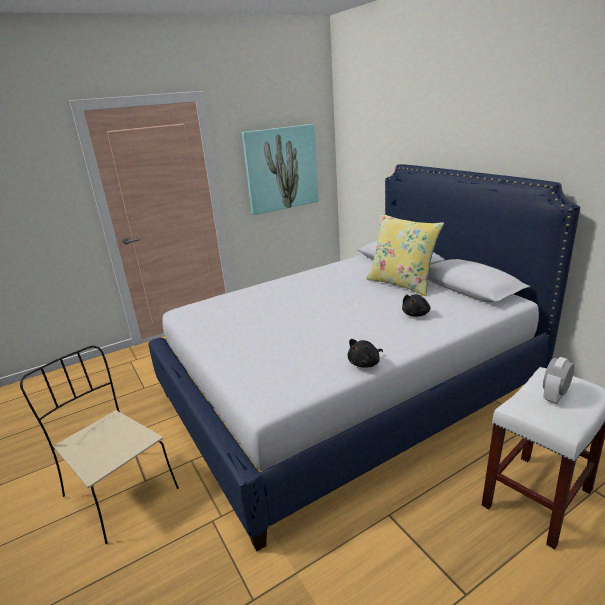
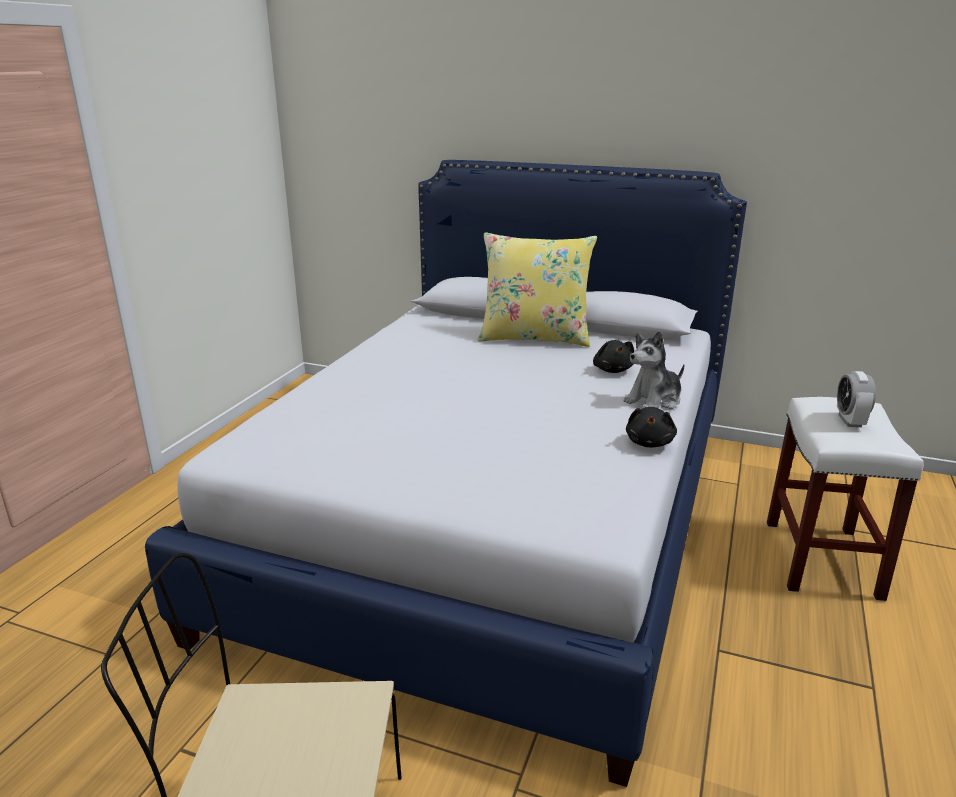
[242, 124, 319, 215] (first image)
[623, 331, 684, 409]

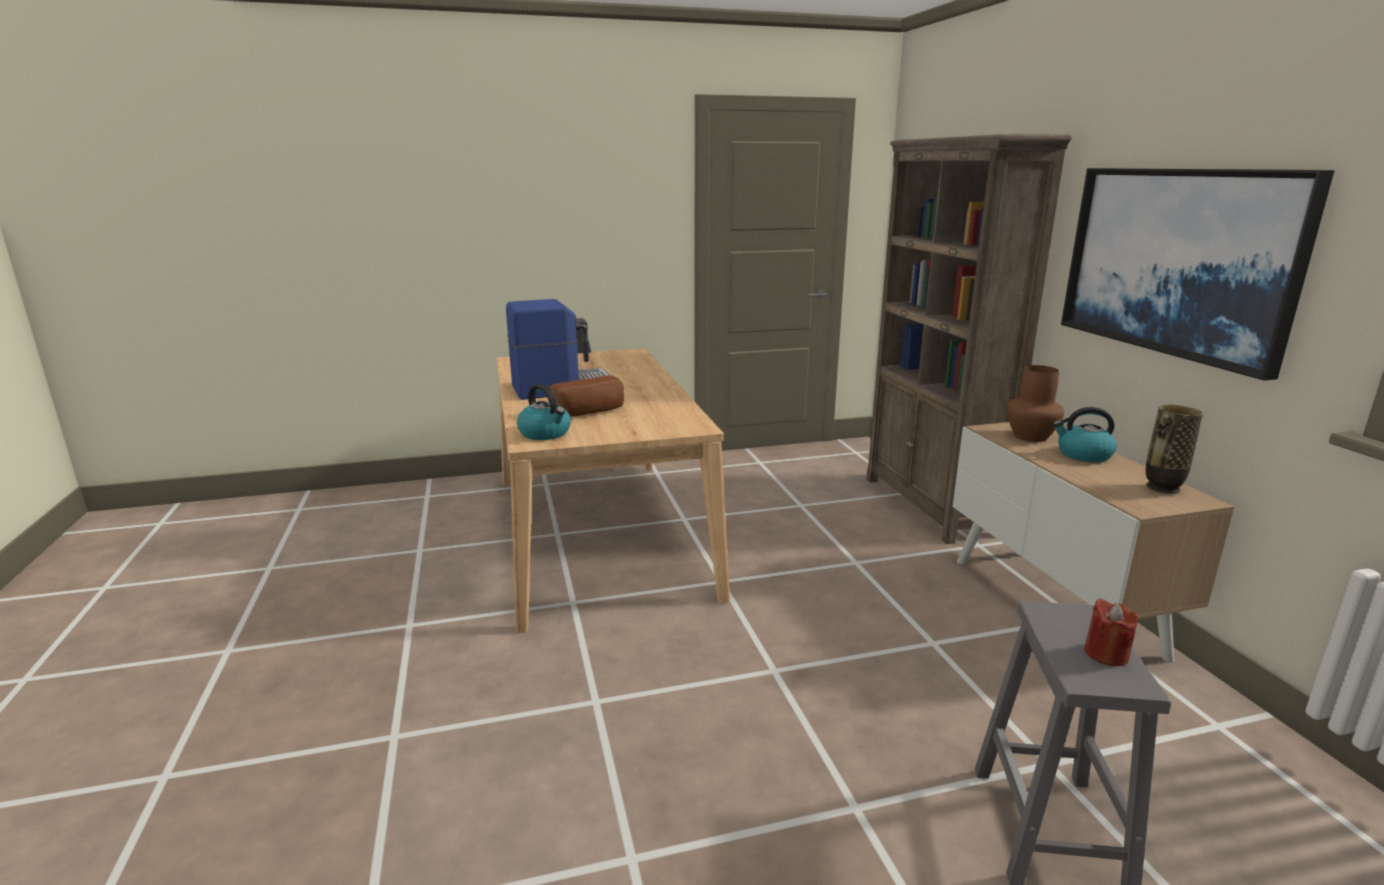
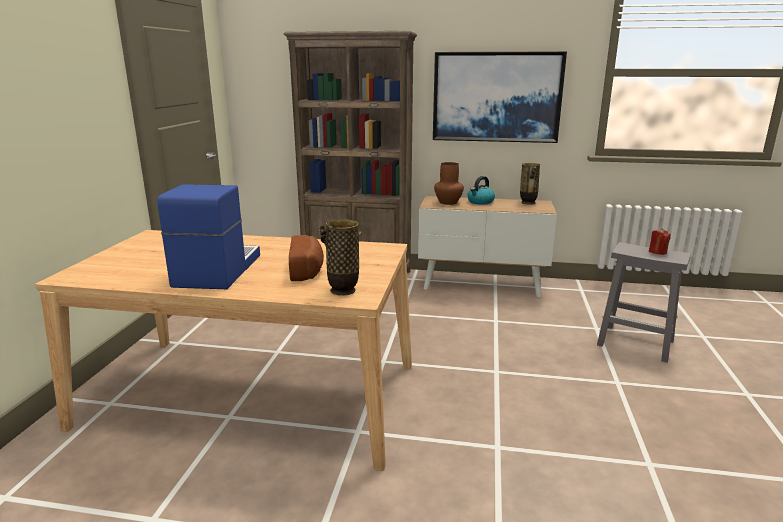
[319, 219, 362, 296]

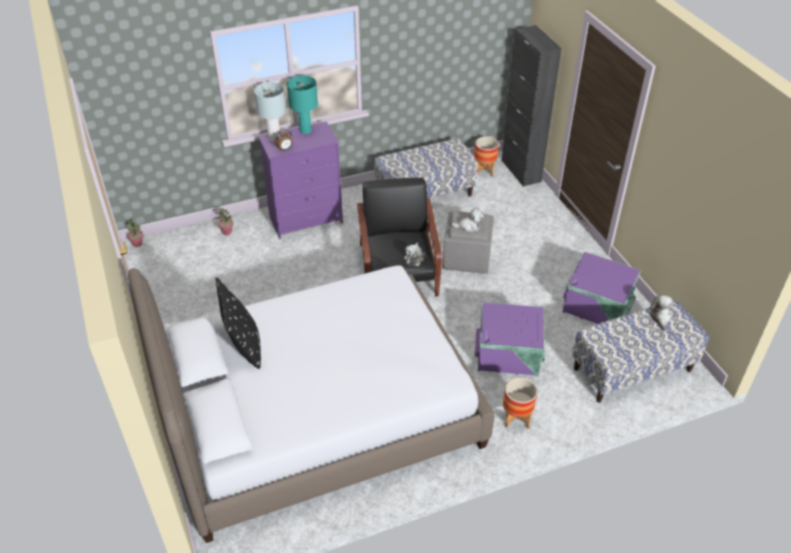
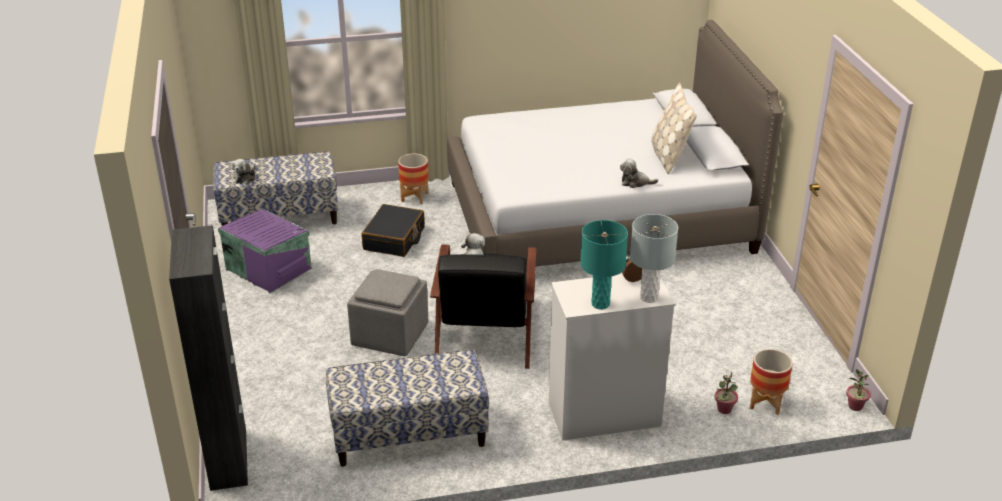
[620, 158, 658, 188]
[750, 349, 793, 415]
[362, 204, 425, 257]
[651, 83, 697, 174]
[549, 274, 675, 441]

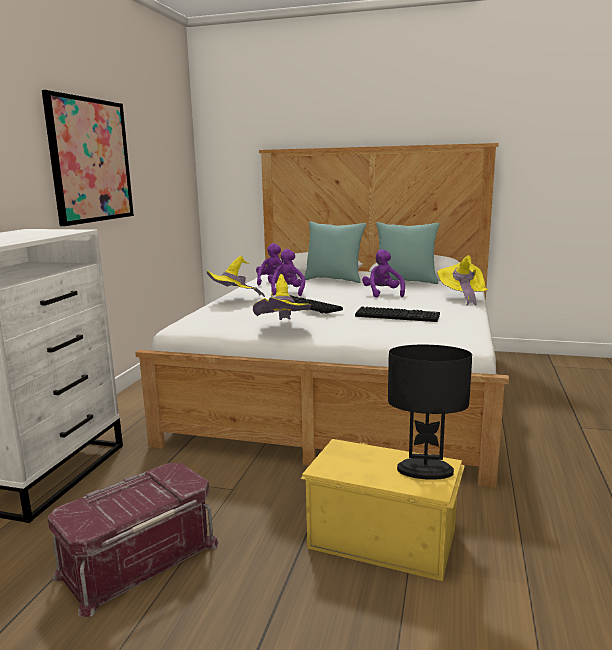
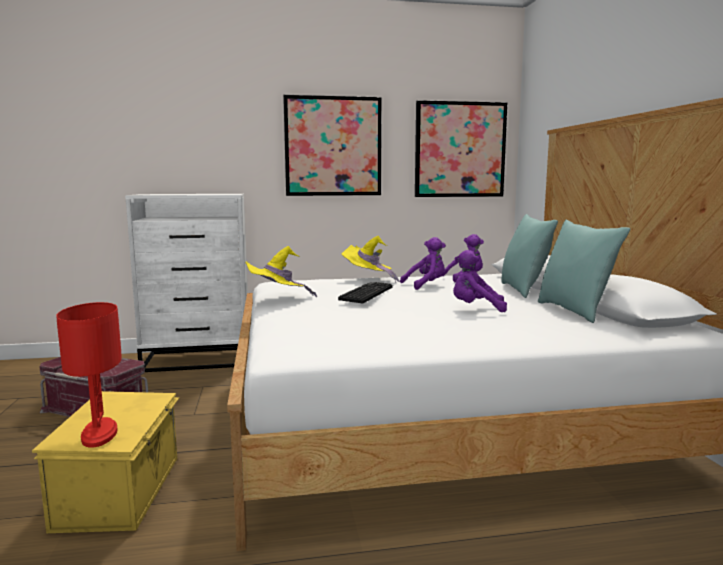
[355, 307, 440, 322] (first image)
[437, 255, 488, 306] (first image)
[415, 100, 508, 197]
[56, 302, 122, 448]
[453, 250, 507, 312]

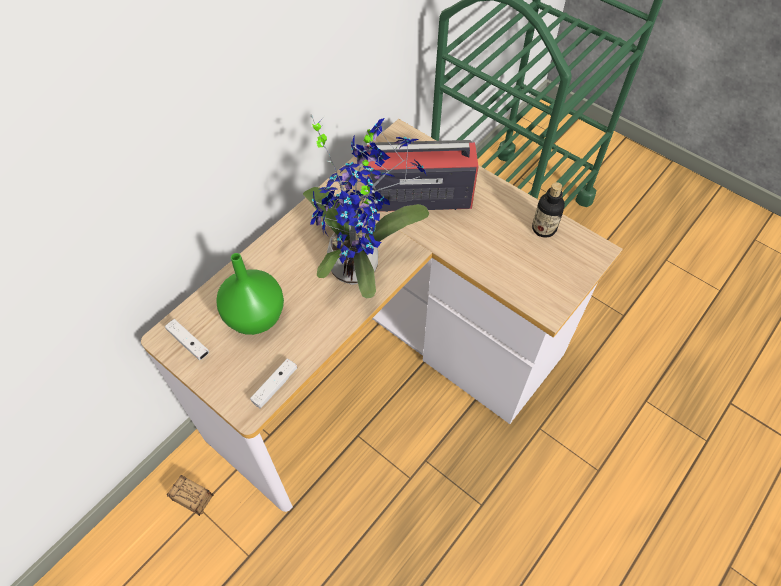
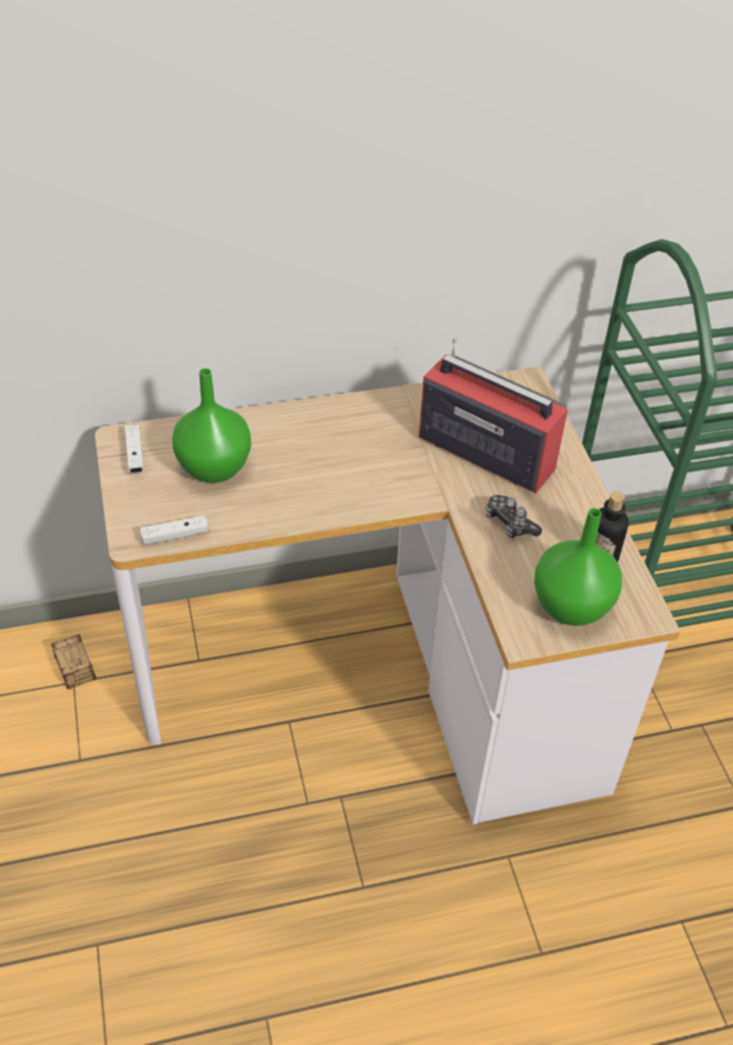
[303, 114, 429, 298] (first image)
[486, 495, 542, 538]
[534, 508, 622, 626]

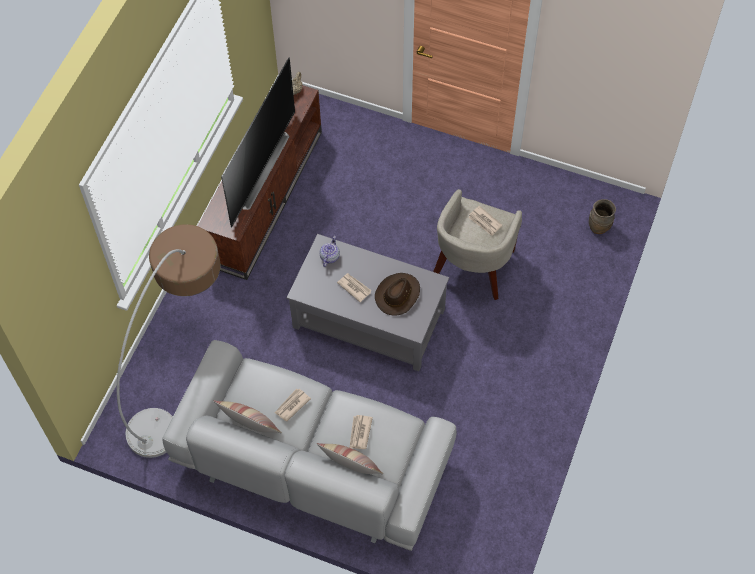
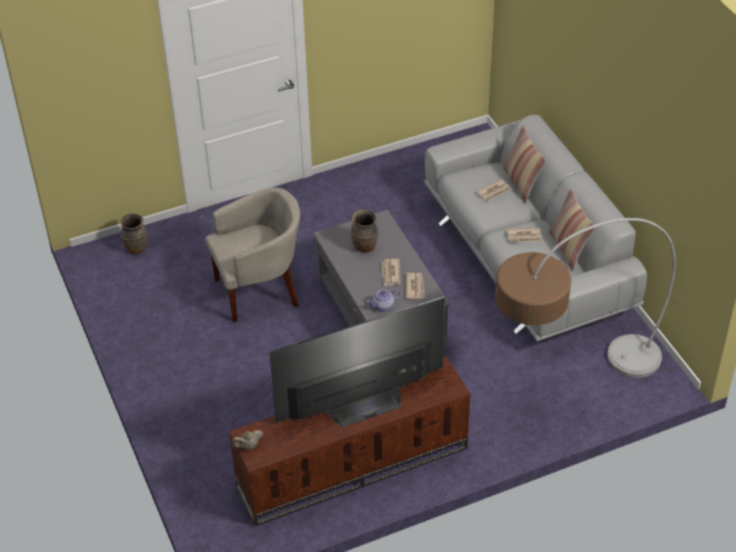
[406, 273, 425, 299]
[351, 210, 378, 253]

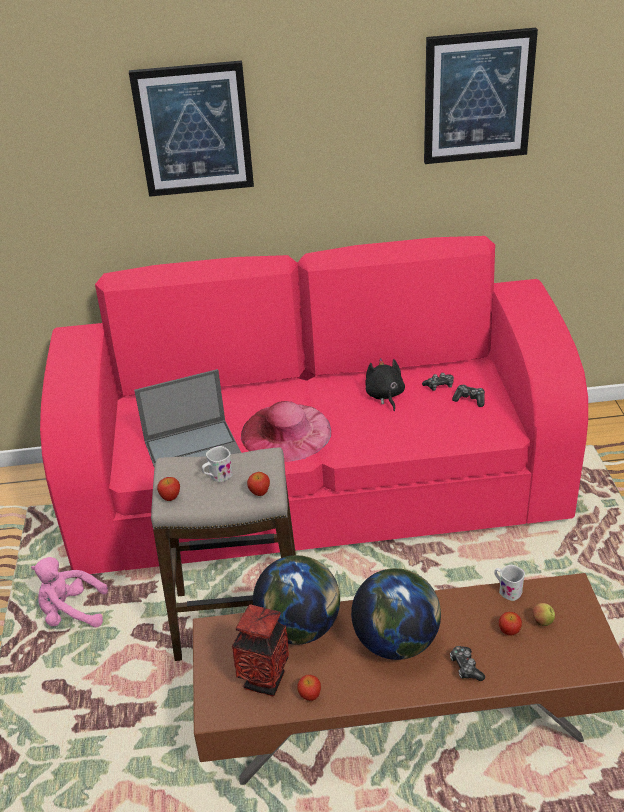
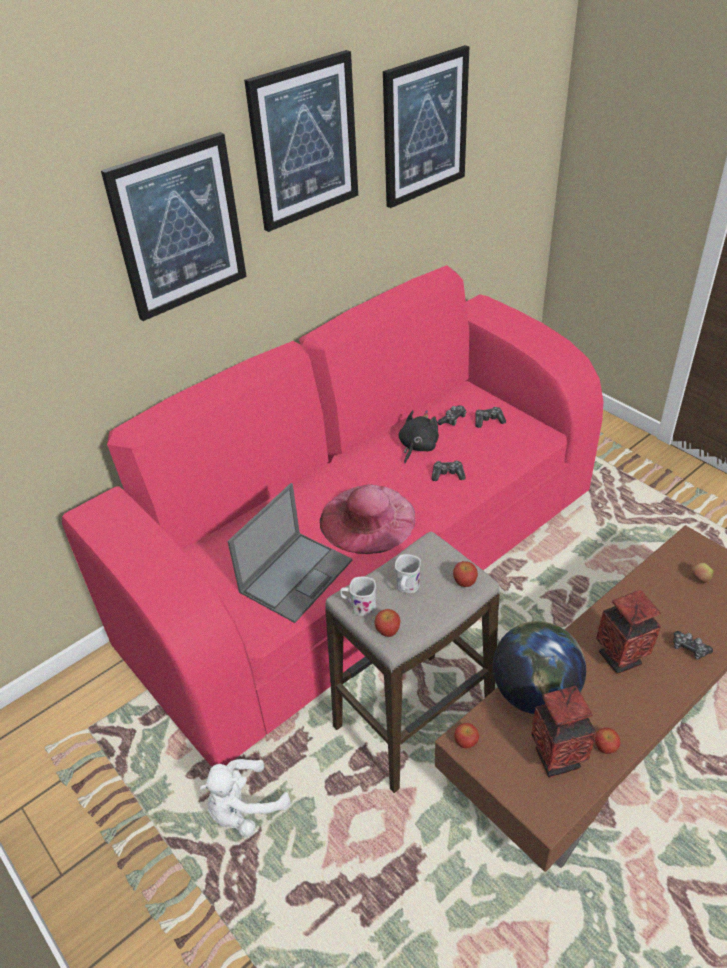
[244, 50, 358, 232]
[432, 460, 466, 481]
[340, 577, 376, 616]
[454, 723, 479, 748]
[596, 590, 661, 674]
[200, 759, 290, 837]
[399, 410, 439, 463]

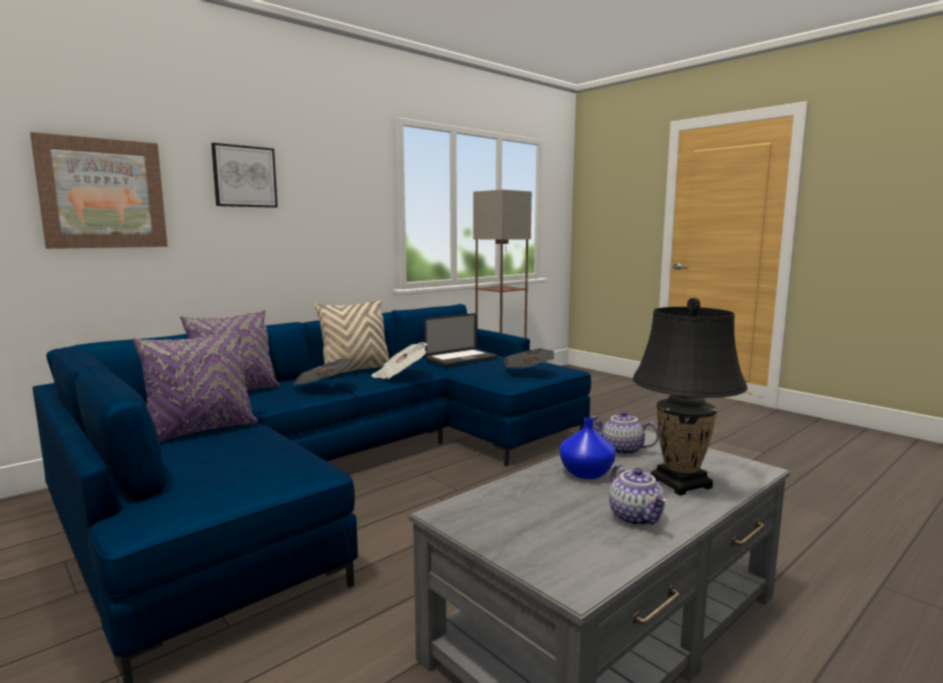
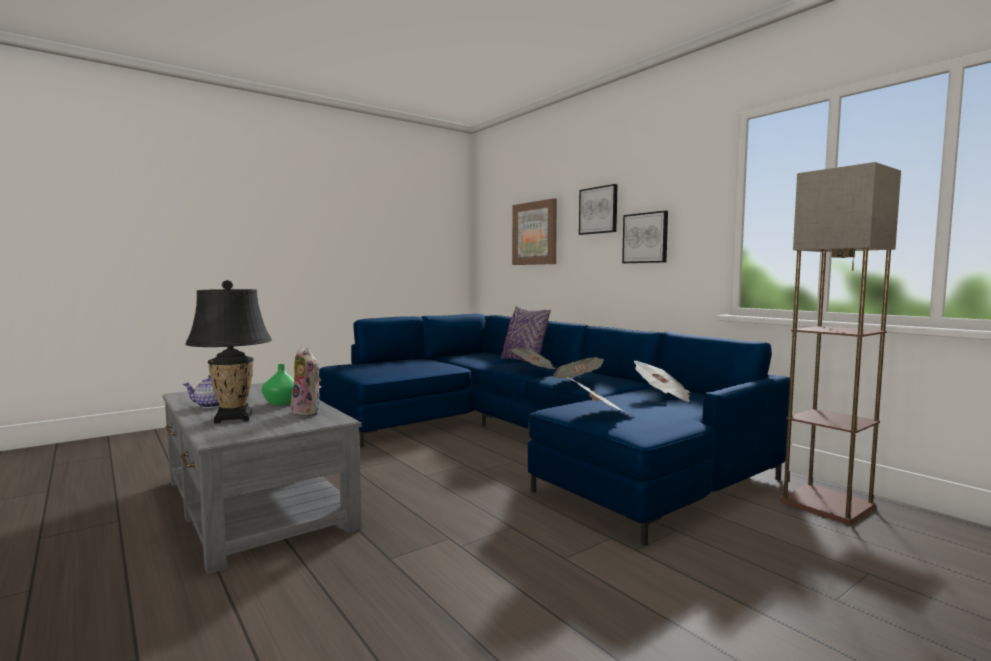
[133, 329, 258, 442] (first image)
[314, 300, 390, 377] (first image)
[622, 211, 668, 263]
[634, 361, 690, 402]
[291, 347, 321, 417]
[262, 364, 294, 405]

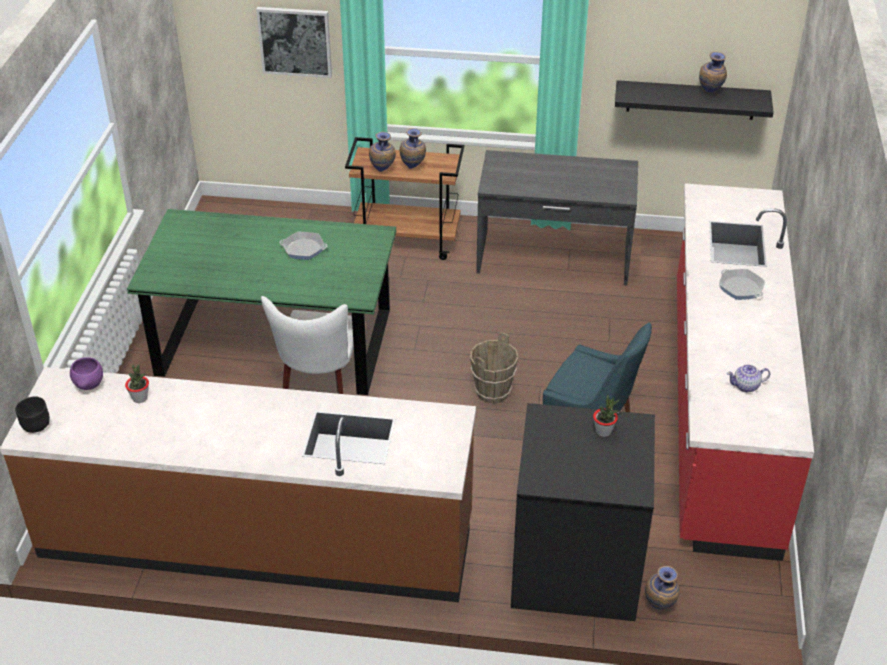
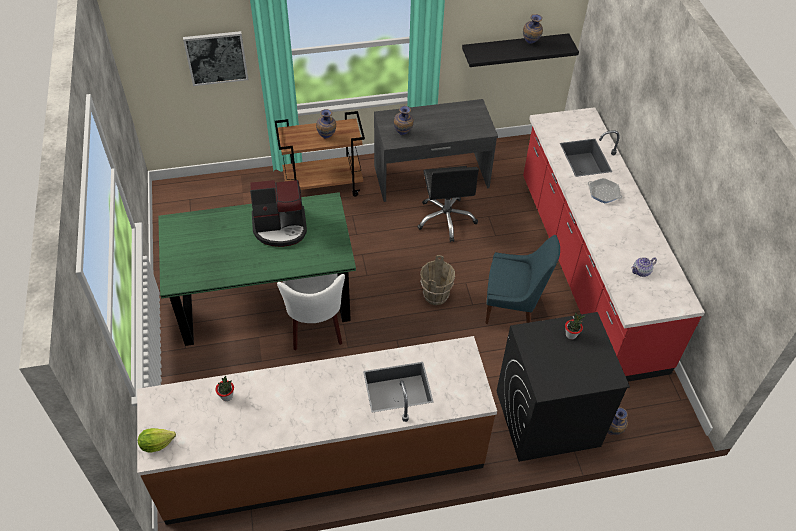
[70, 357, 103, 390] (first image)
[417, 166, 479, 242]
[393, 106, 414, 135]
[138, 428, 176, 452]
[250, 180, 307, 247]

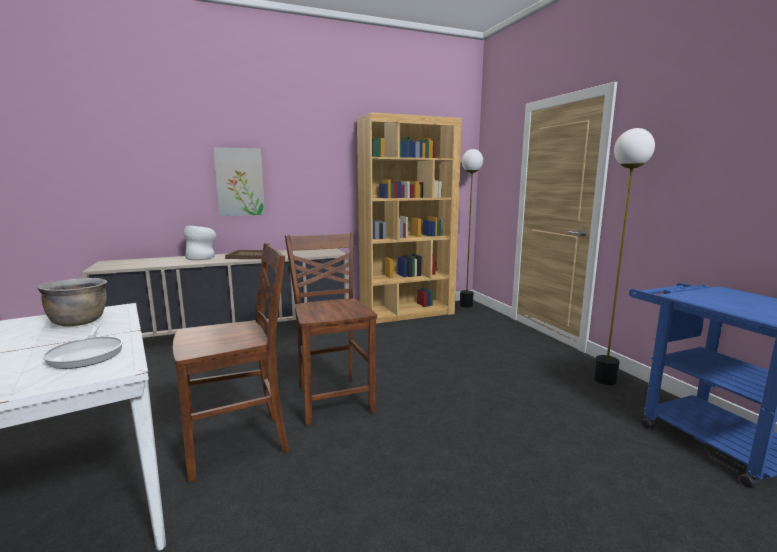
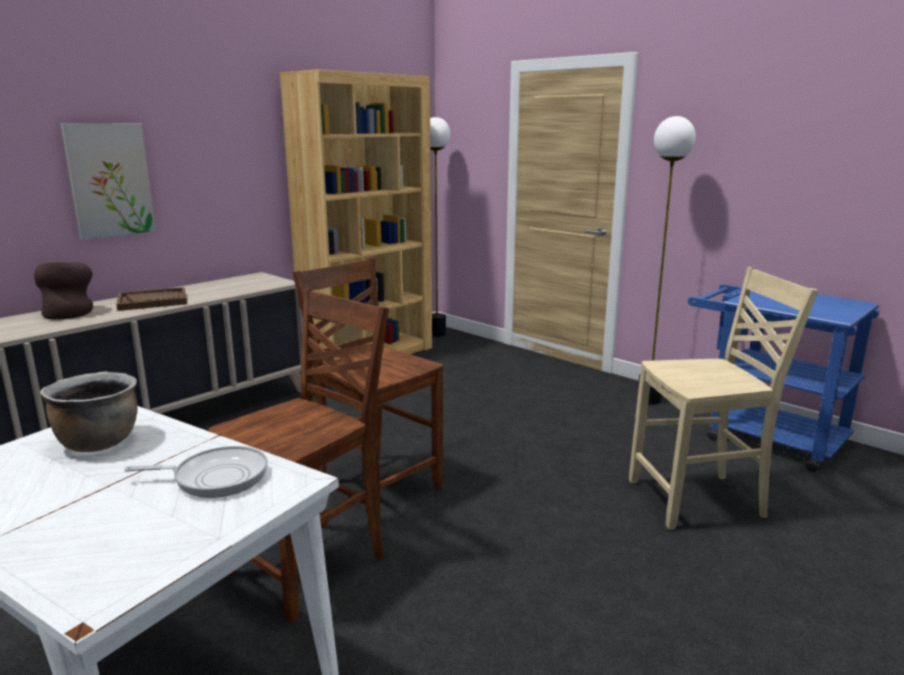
[629, 267, 818, 530]
[34, 262, 93, 320]
[124, 446, 268, 498]

